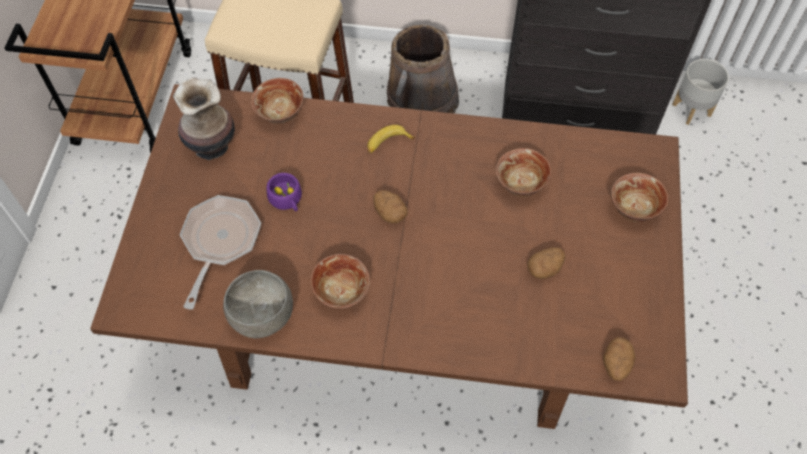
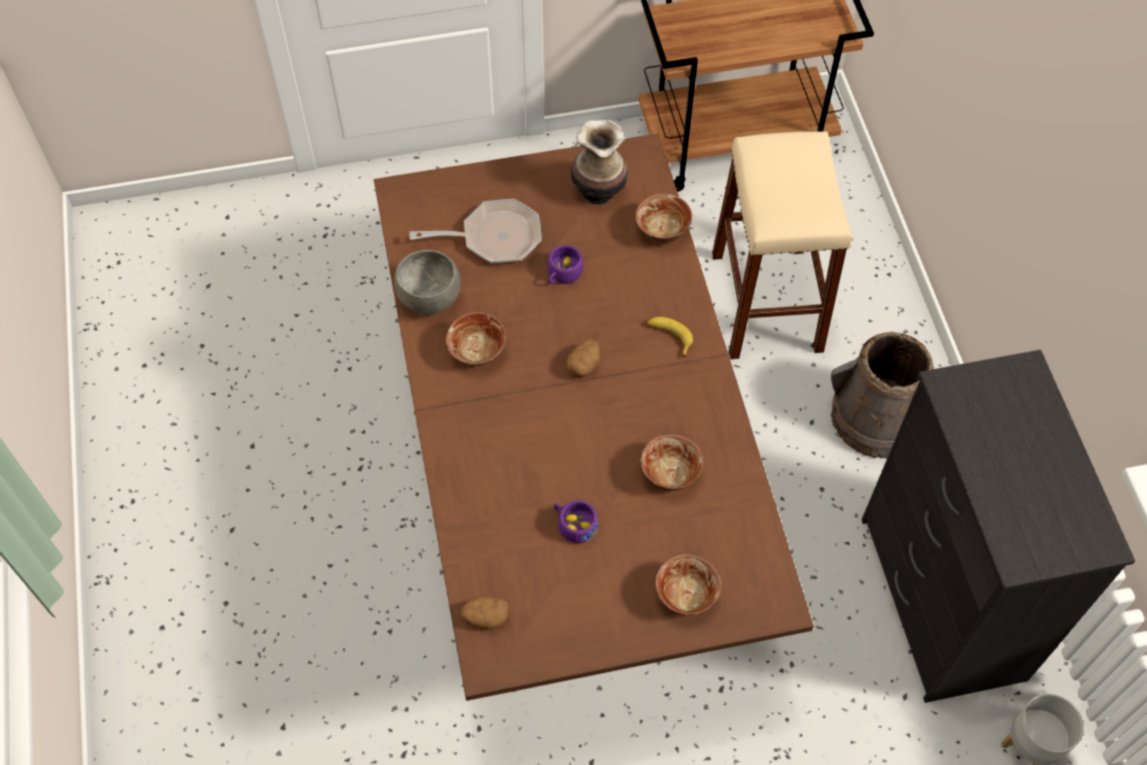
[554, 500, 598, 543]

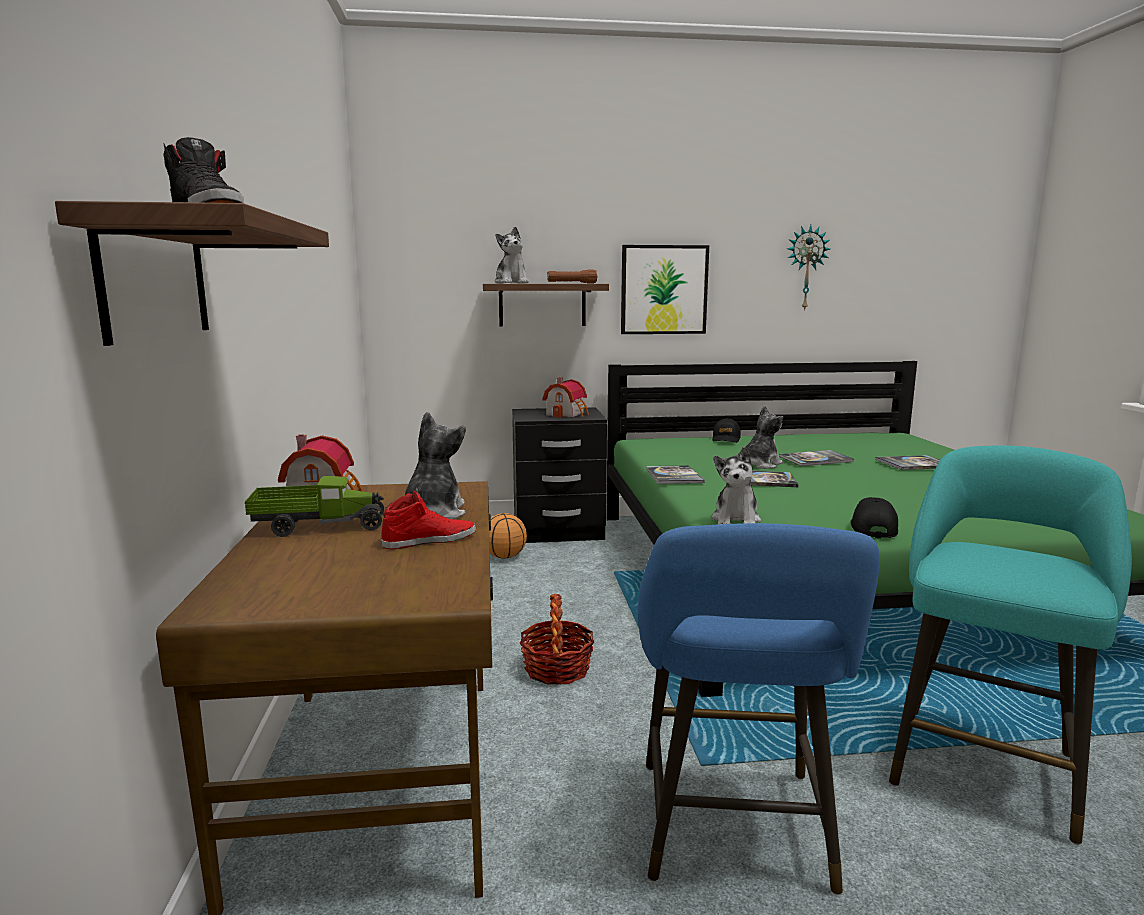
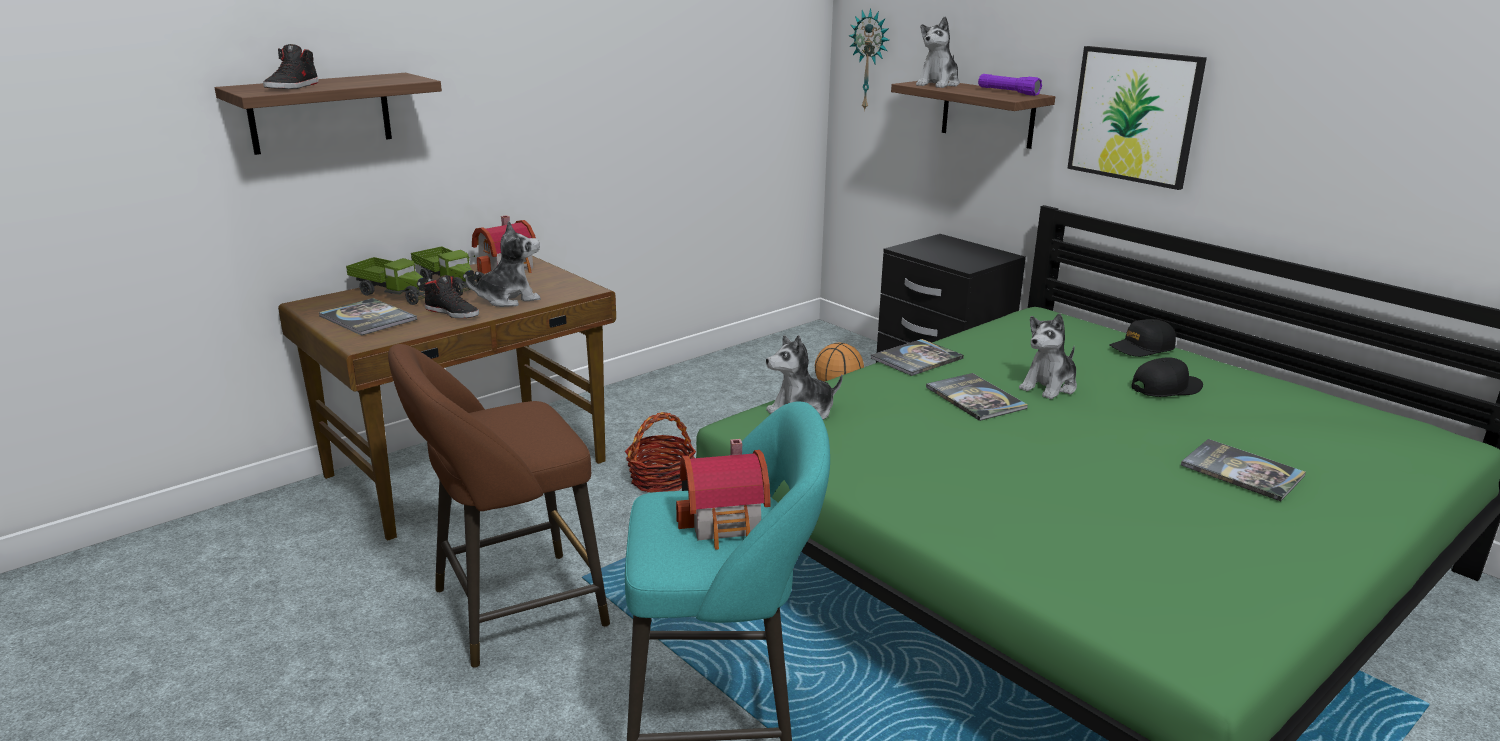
[346, 257, 433, 305]
[676, 439, 771, 550]
[319, 298, 417, 336]
[849, 8, 889, 112]
[1131, 357, 1203, 397]
[424, 275, 479, 318]
[978, 74, 1042, 96]
[388, 344, 610, 668]
[1019, 313, 1077, 400]

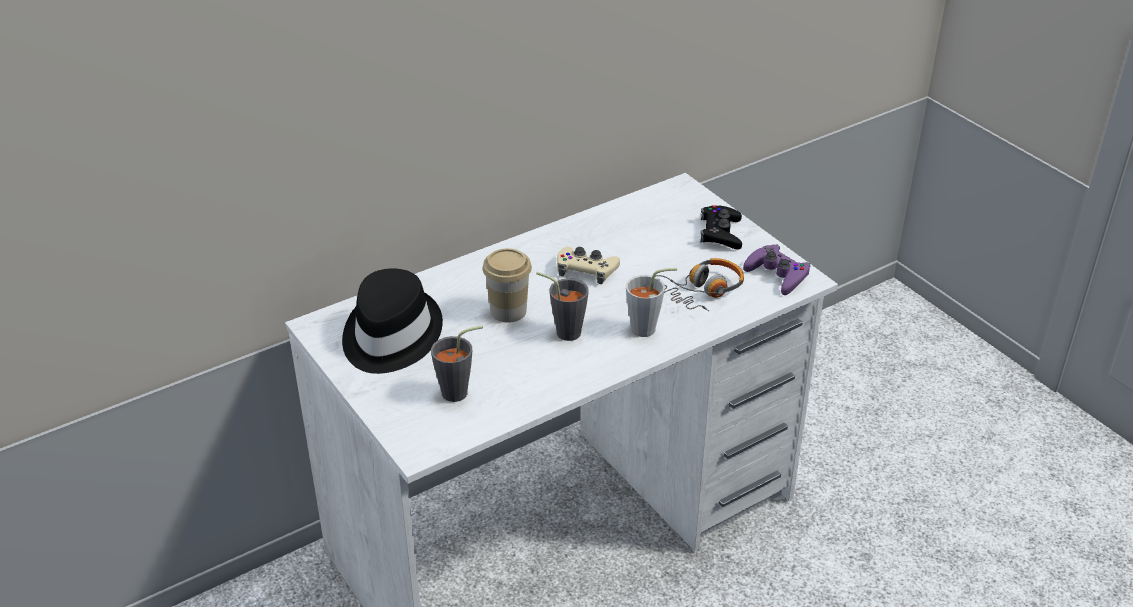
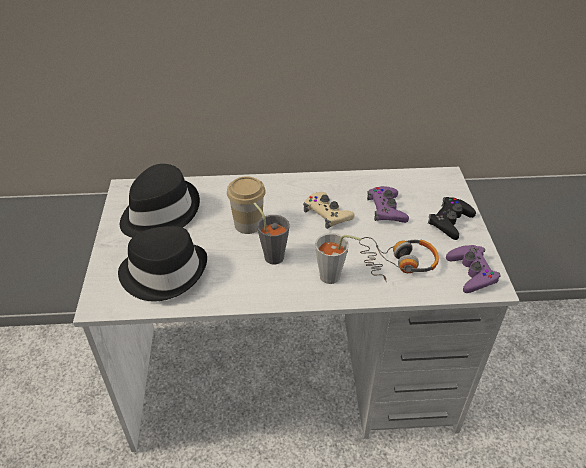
[367, 186, 409, 223]
[118, 226, 207, 301]

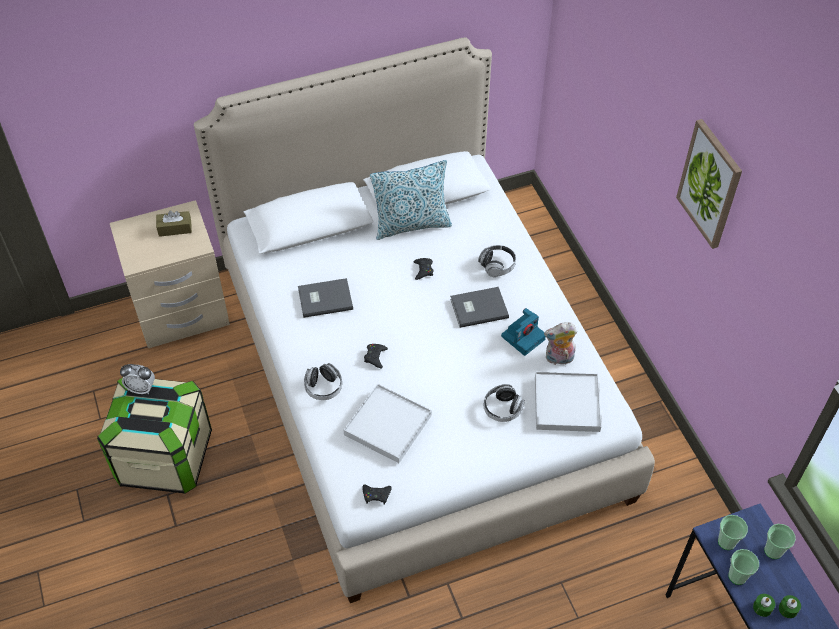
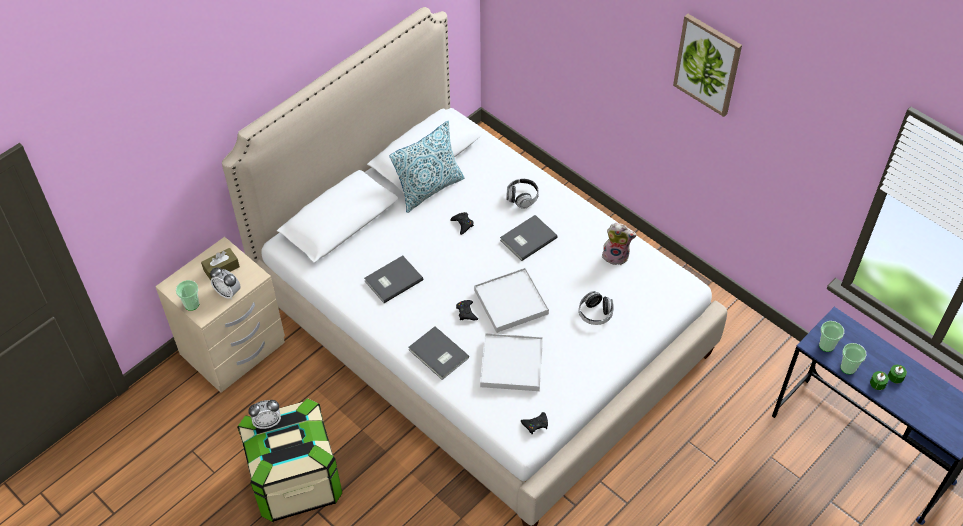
[501, 308, 546, 356] (first image)
[210, 267, 241, 300]
[474, 267, 549, 333]
[176, 280, 199, 311]
[409, 326, 469, 380]
[602, 223, 637, 265]

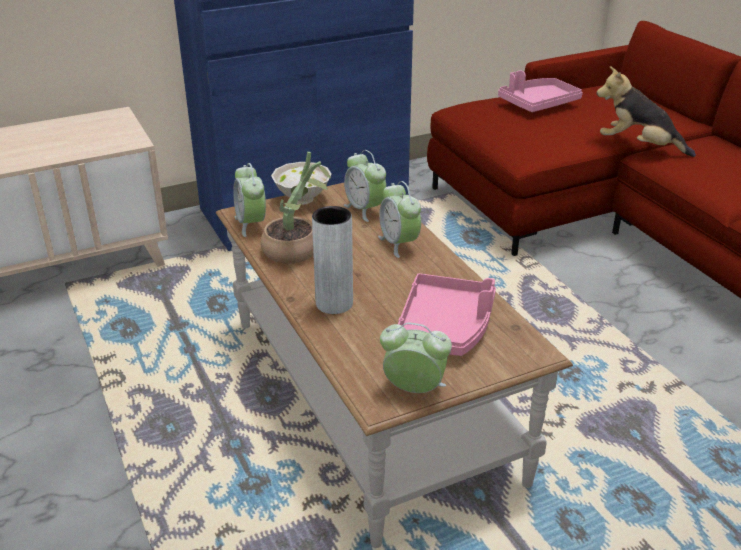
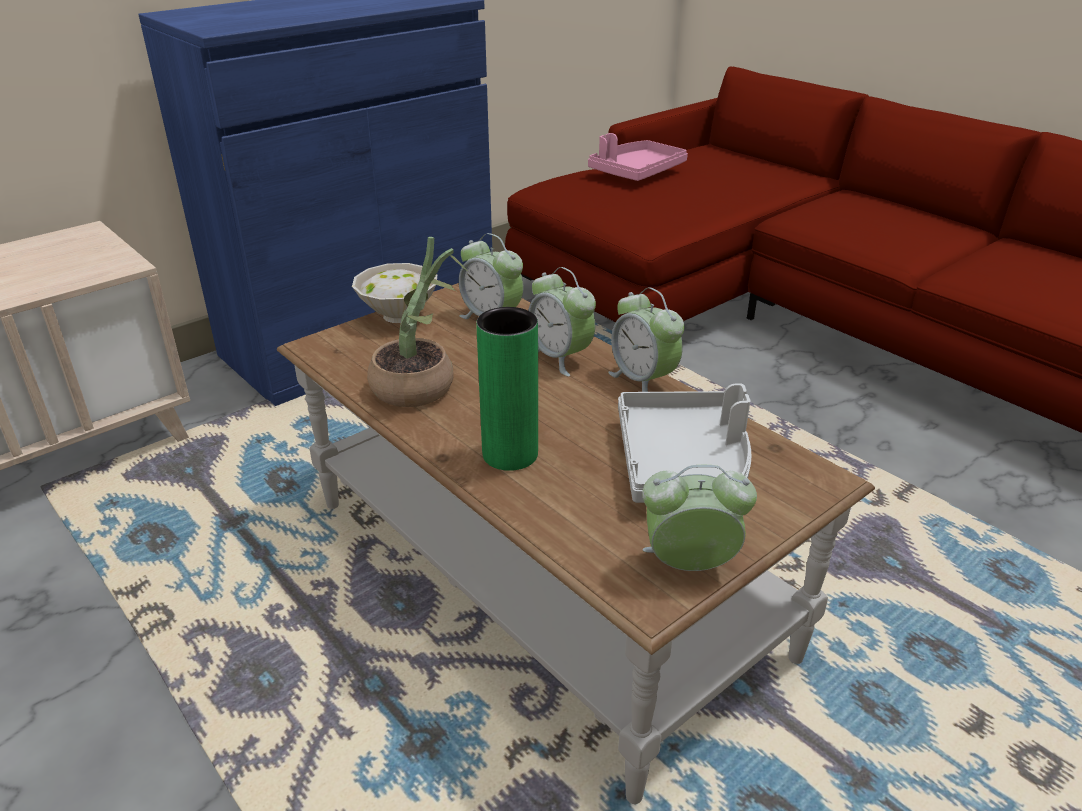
[596, 66, 696, 157] (first image)
[608, 287, 684, 392]
[476, 307, 538, 471]
[618, 383, 752, 503]

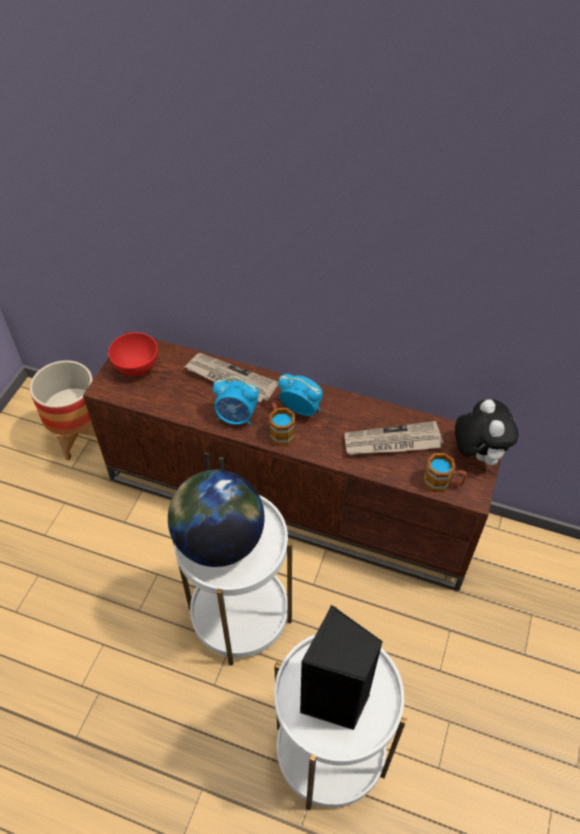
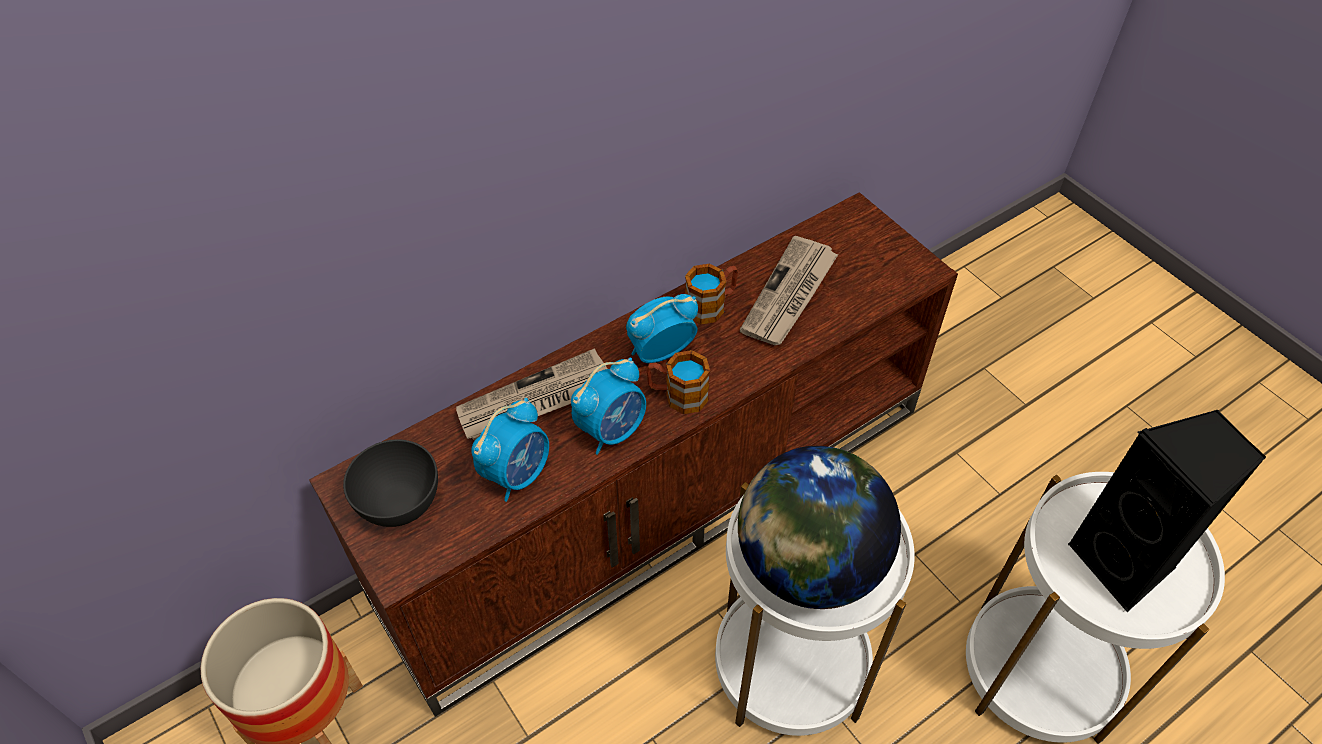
[455, 399, 519, 466] (first image)
[471, 398, 549, 502]
[685, 264, 738, 324]
[343, 439, 438, 527]

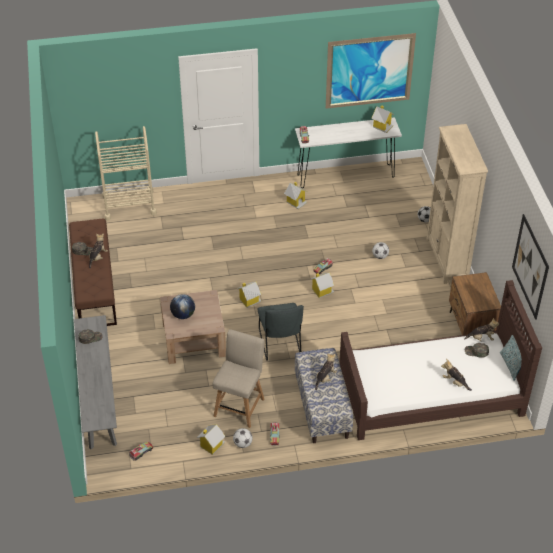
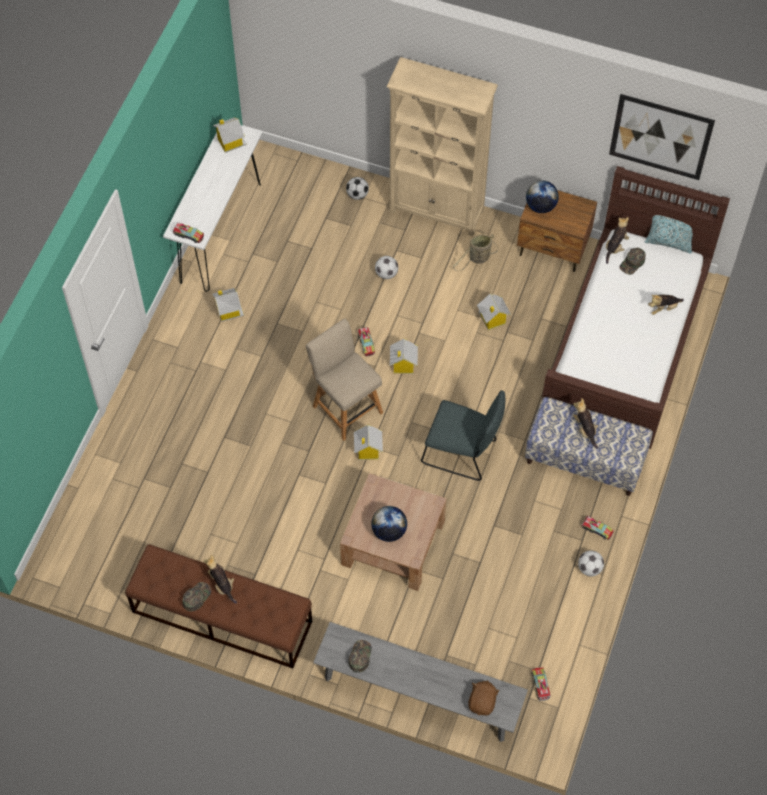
[95, 126, 157, 221] (first image)
[326, 33, 416, 109] (first image)
[453, 234, 499, 271]
[468, 681, 500, 716]
[526, 181, 559, 213]
[477, 294, 511, 330]
[306, 319, 383, 441]

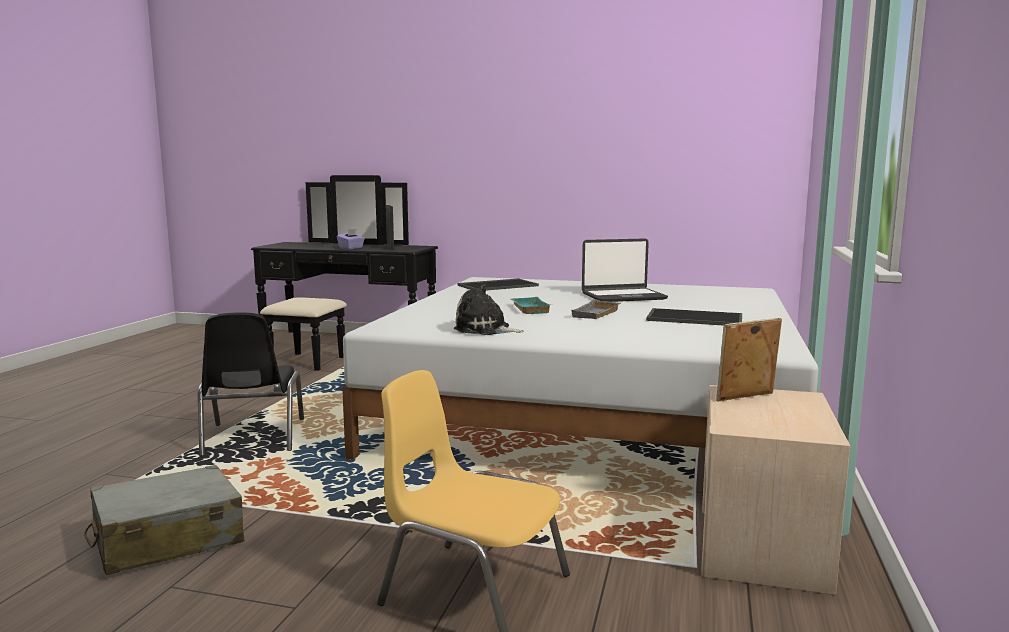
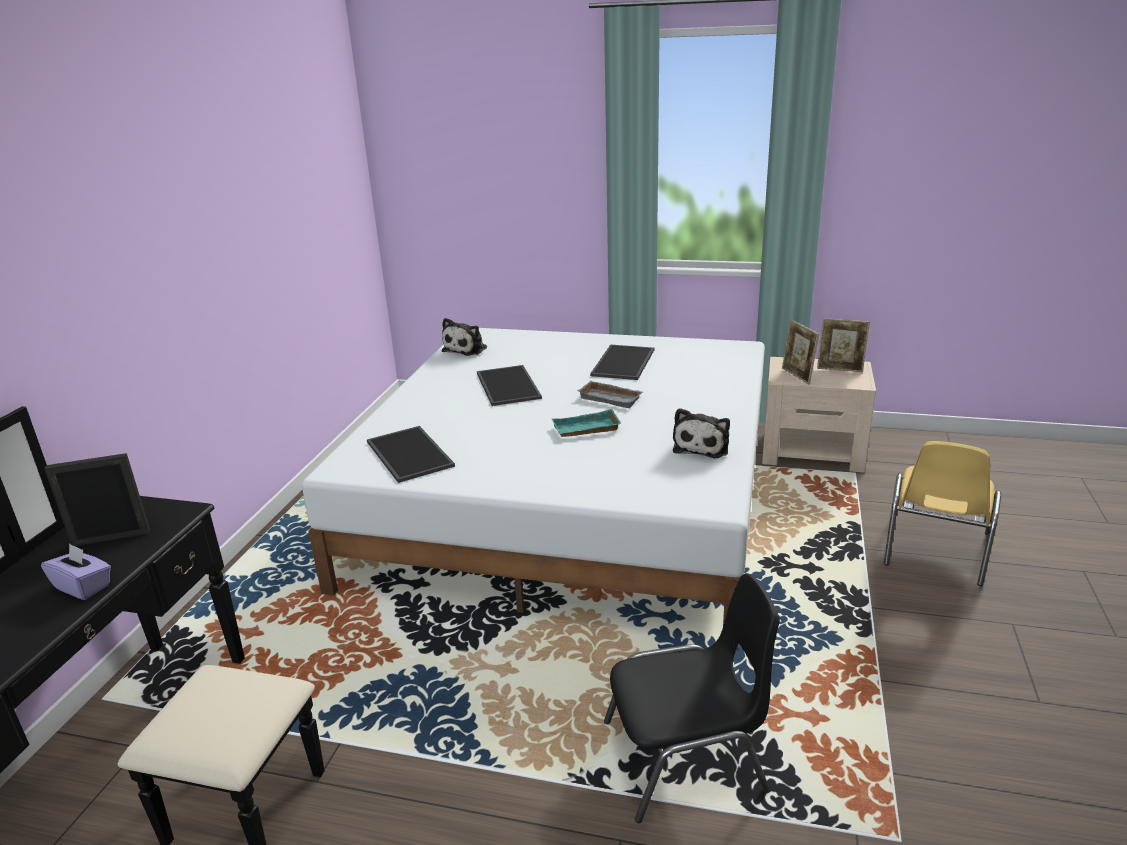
[84, 465, 244, 575] (first image)
[442, 318, 487, 356]
[817, 318, 870, 372]
[477, 365, 542, 406]

